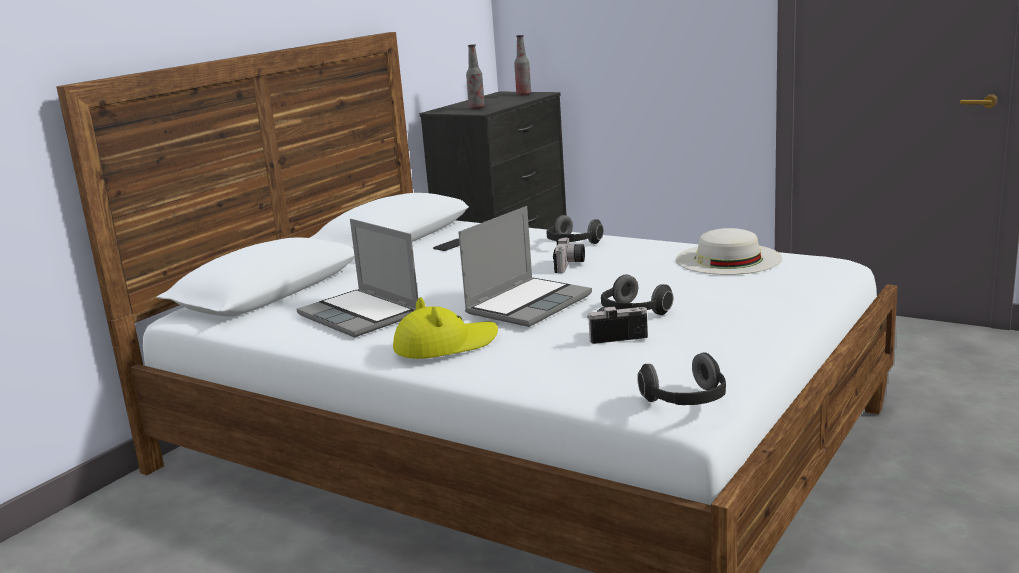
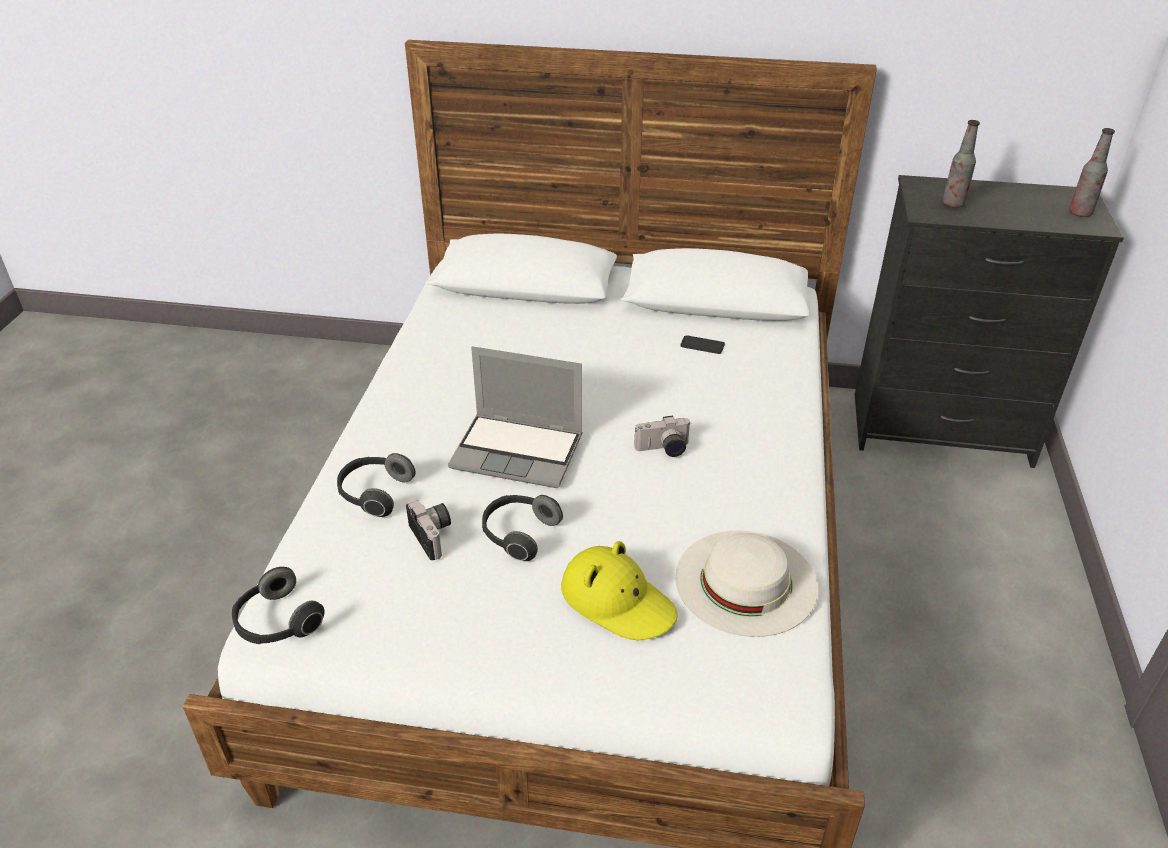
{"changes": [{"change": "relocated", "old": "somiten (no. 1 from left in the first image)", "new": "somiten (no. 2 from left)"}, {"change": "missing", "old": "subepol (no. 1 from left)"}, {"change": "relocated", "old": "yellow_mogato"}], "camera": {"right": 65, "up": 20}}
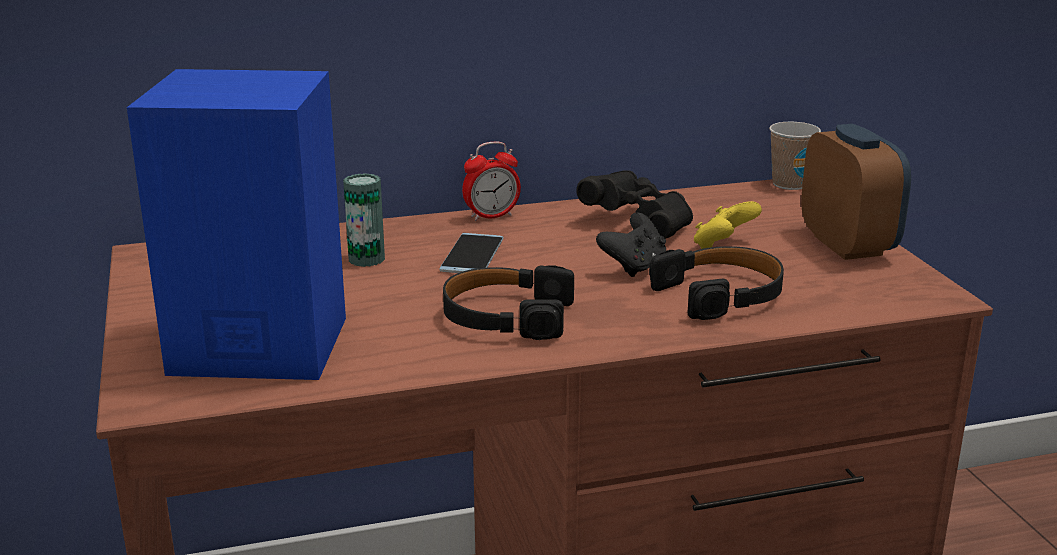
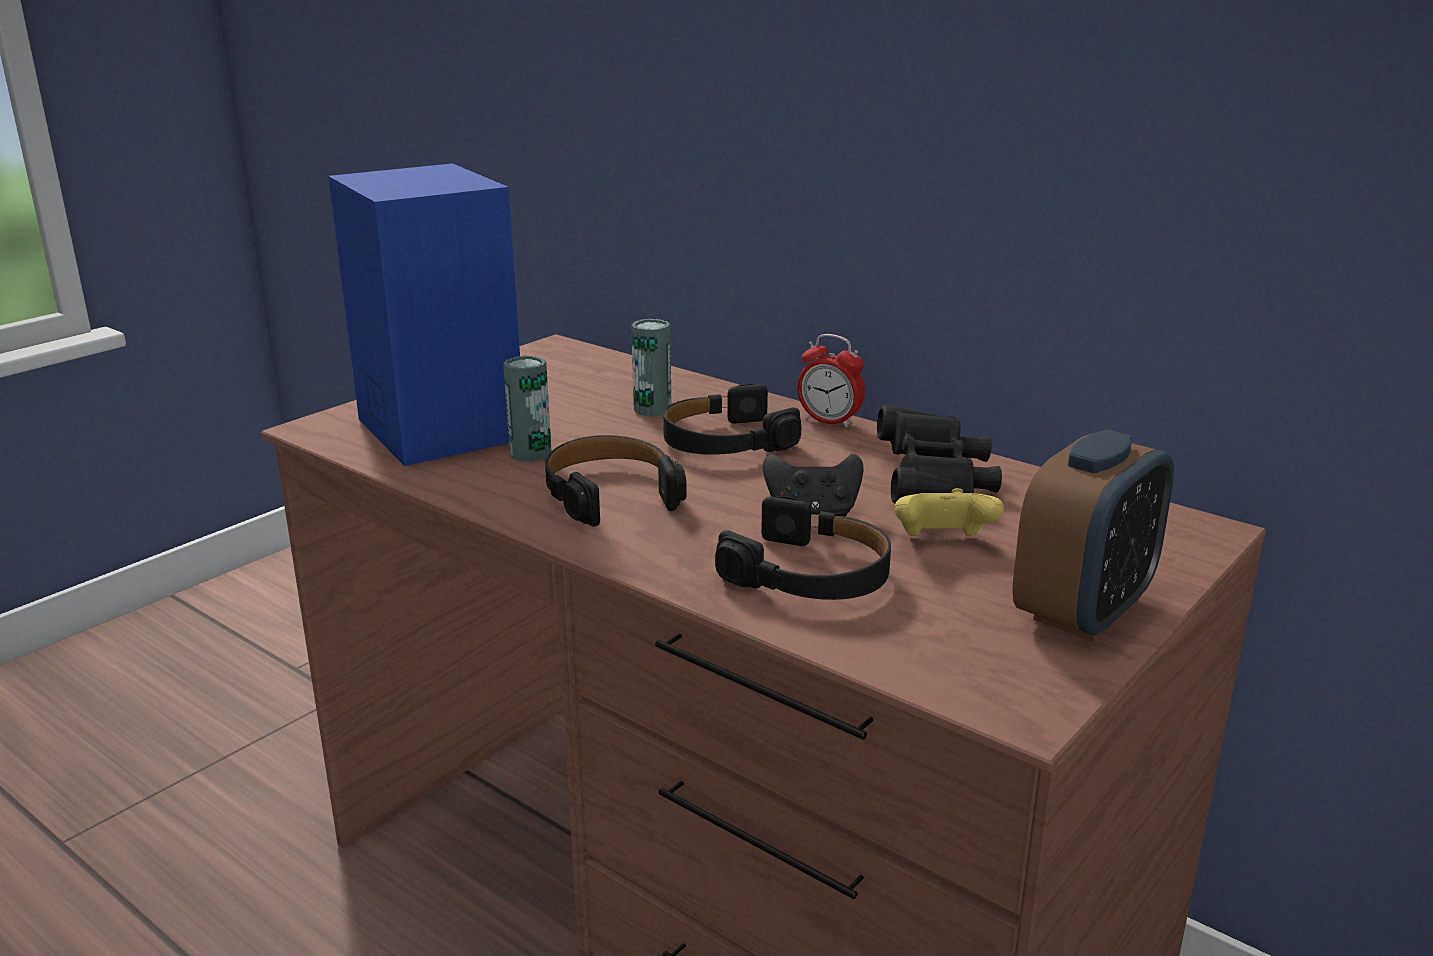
{"changes": [{"change": "missing", "old": "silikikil"}, {"change": "exchanged", "old": "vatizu", "new": "black_somiten (no. 2 from left)"}, {"change": "appeared", "new": "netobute (no. 1 from left)"}], "camera": {"right": 55, "up": 0}}
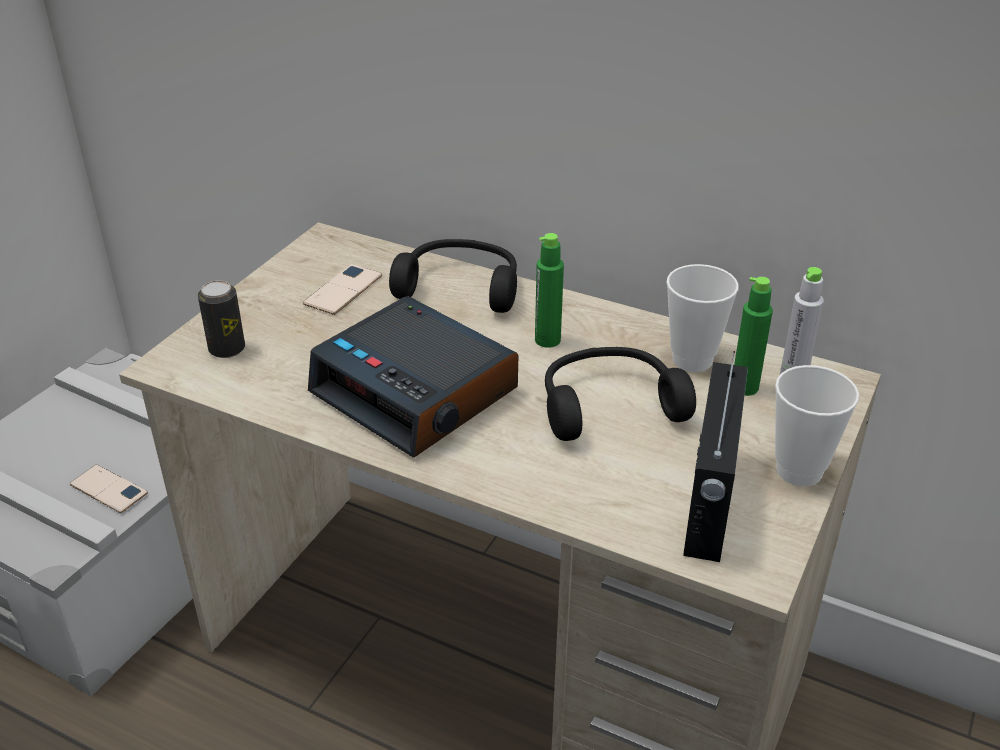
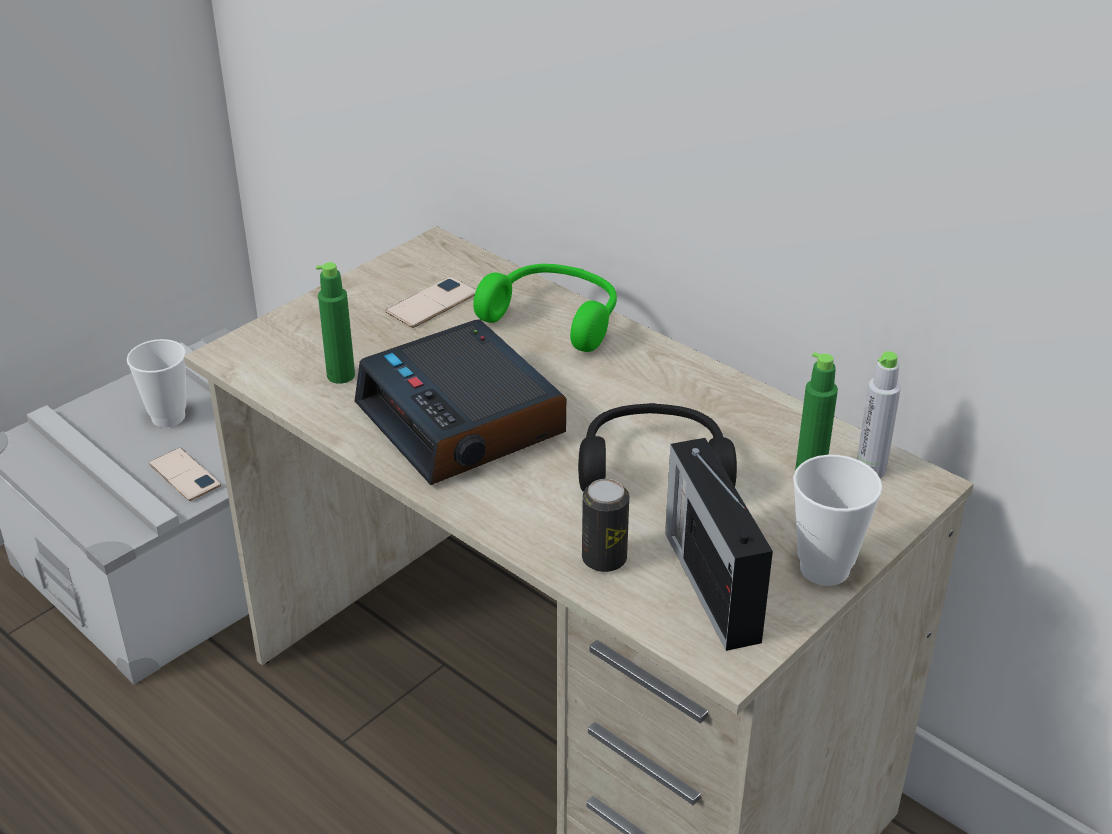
{"changes": [{"change": "relocated", "old": "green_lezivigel (no. 1 from left)"}, {"change": "colour", "old": "black_somiten (no. 1 from left)", "new": "green_somiten"}, {"change": "relocated", "old": "silikikil (no. 1 from left)"}, {"change": "relocated", "old": "netobute"}, {"change": "spun", "old": "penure", "degrees": 135}], "camera": {"right": 15, "up": 0}}
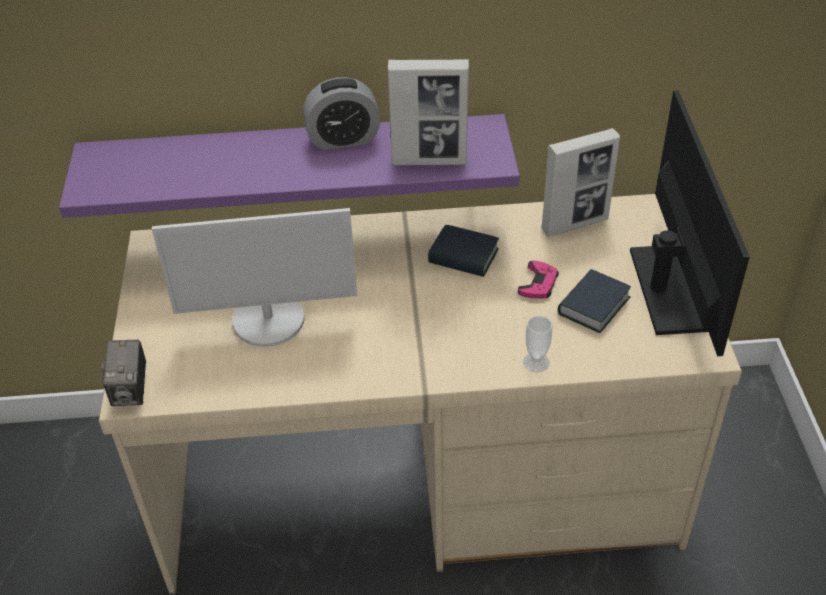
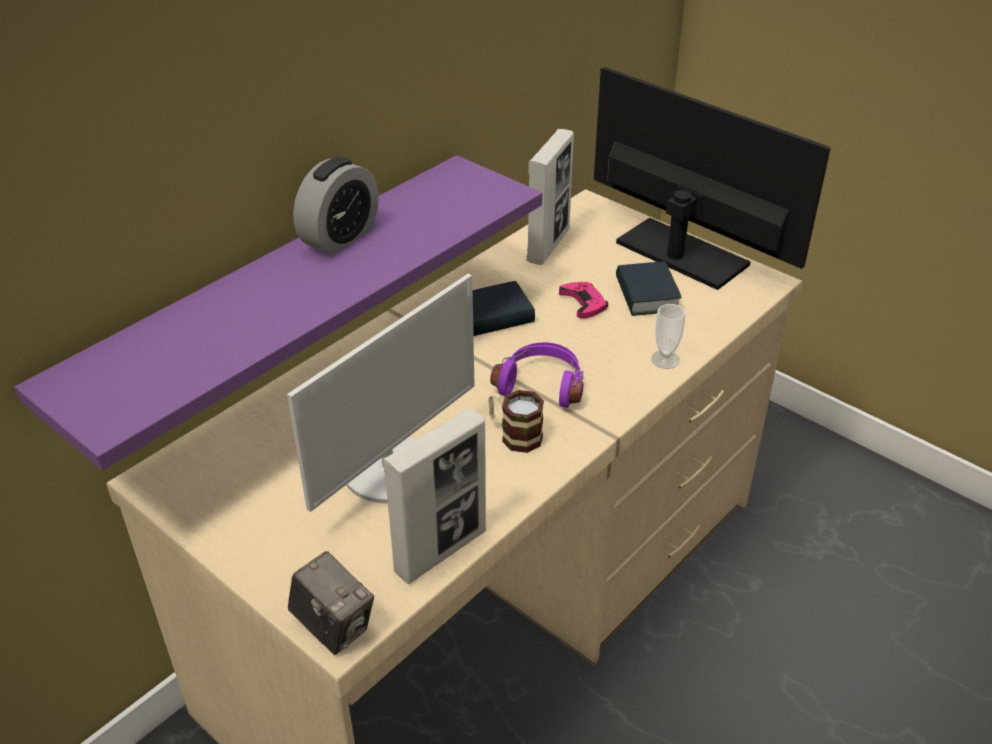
{"changes": [{"change": "relocated", "old": "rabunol (no. 1 from left)"}, {"change": "appeared", "new": "purple_somiten"}, {"change": "appeared", "new": "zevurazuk"}], "camera": {"right": -45, "up": -5}}
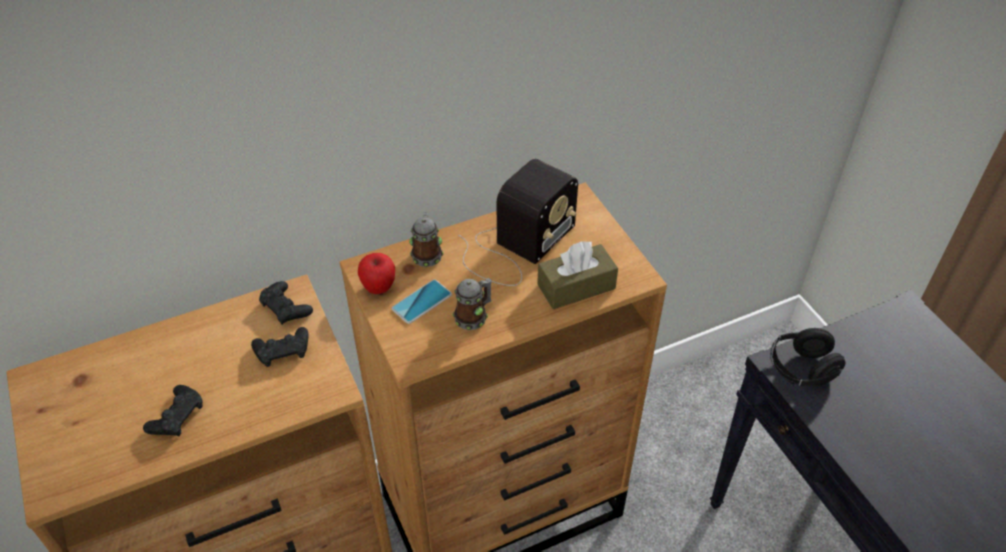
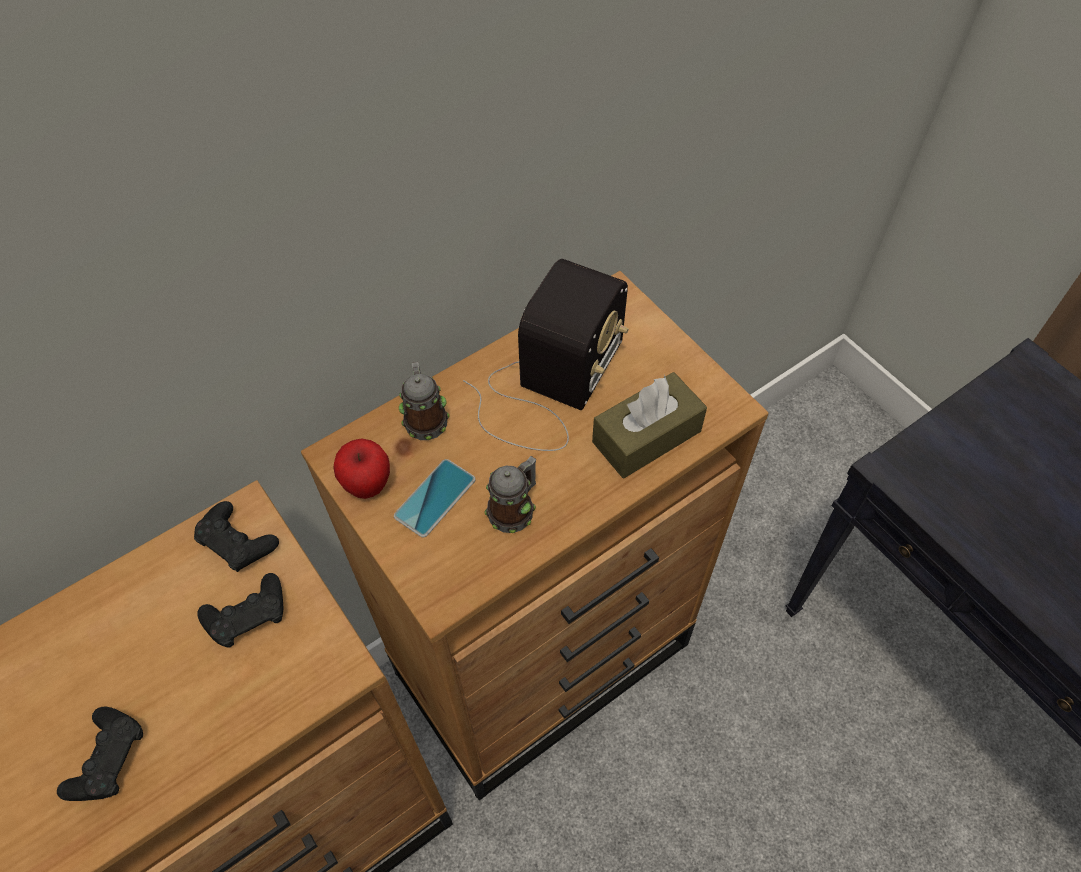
{"changes": [{"change": "missing", "old": "black_somiten"}], "camera": {"right": -10, "up": 10}}
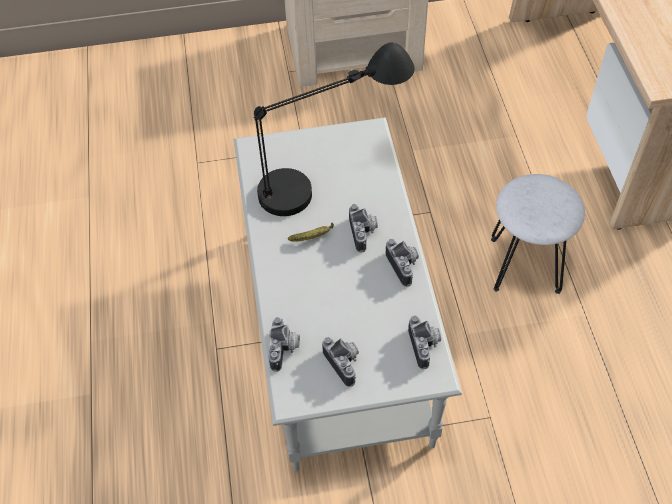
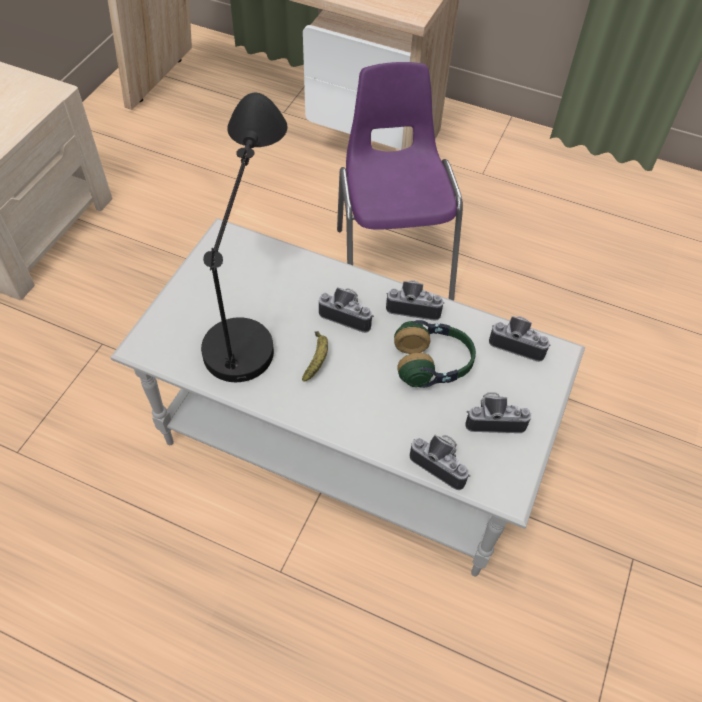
{"changes": [{"change": "exchanged", "old": "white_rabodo", "new": "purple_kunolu"}, {"change": "appeared", "new": "somiten"}], "camera": {"right": -60, "up": 0}}
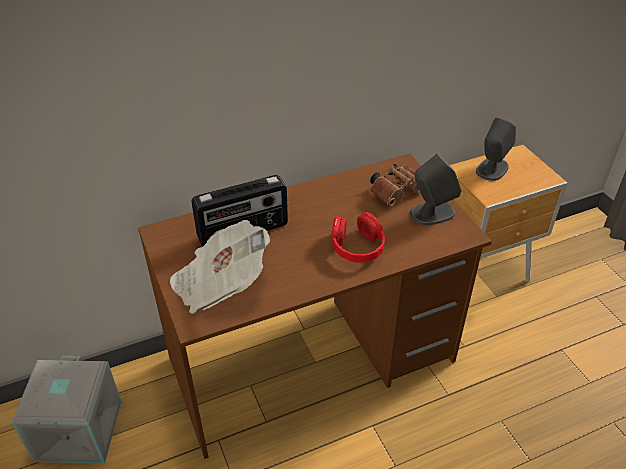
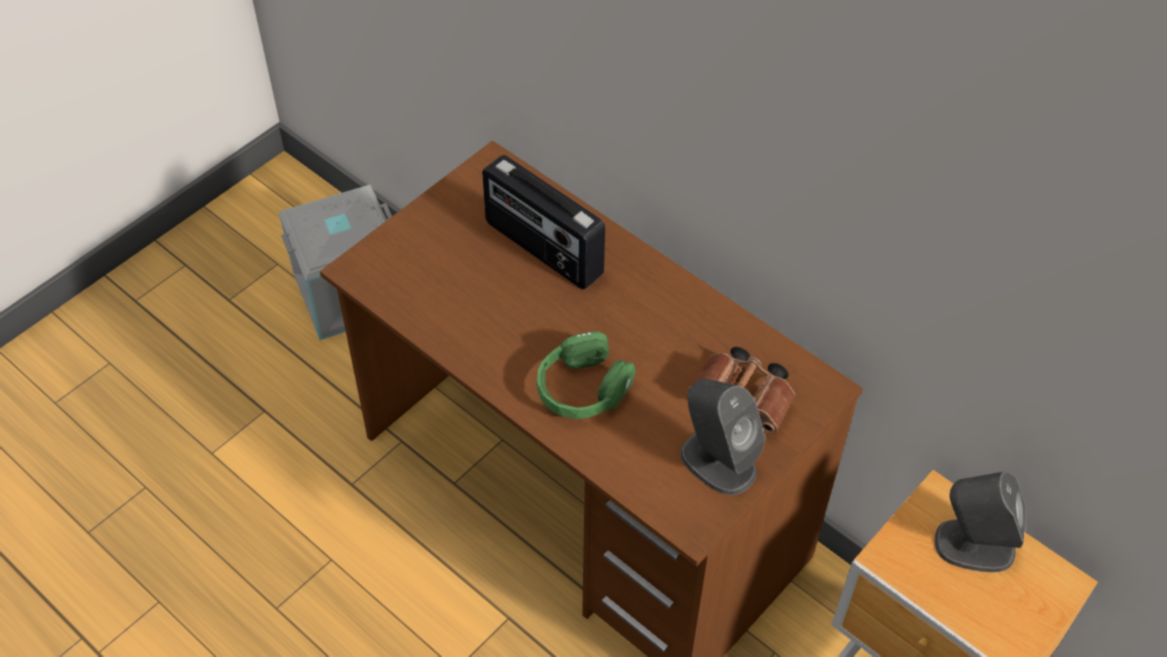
{"changes": [{"change": "colour", "old": "red_somiten", "new": "green_somiten"}, {"change": "missing", "old": "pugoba"}], "camera": {"right": 65, "up": 10}}
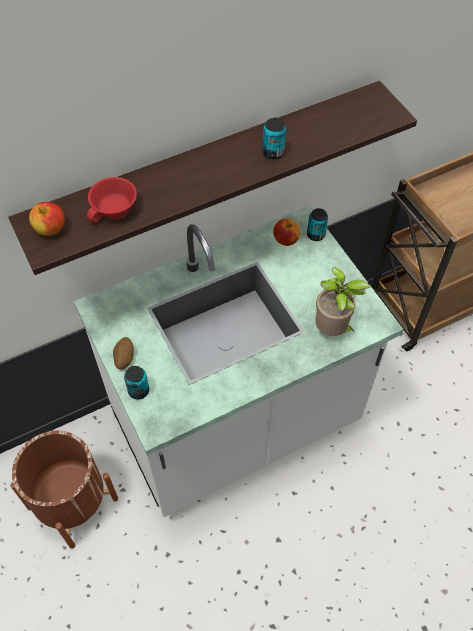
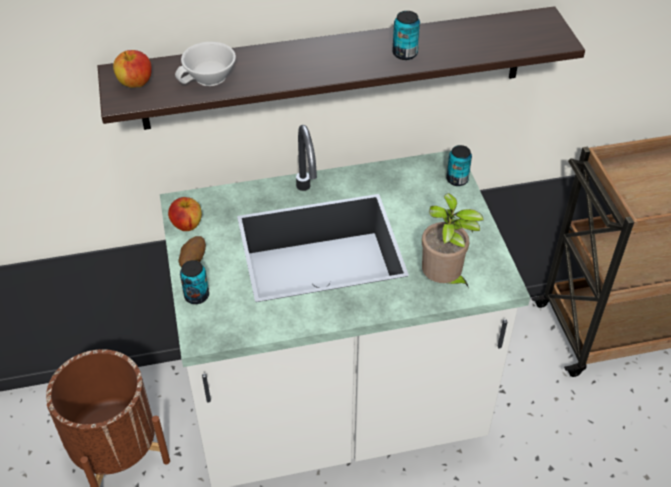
{"changes": [{"change": "colour", "old": "red_silikikil", "new": "white_silikikil"}, {"change": "relocated", "old": "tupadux (no. 2 from left)"}], "camera": {"right": 15, "up": -10}}
